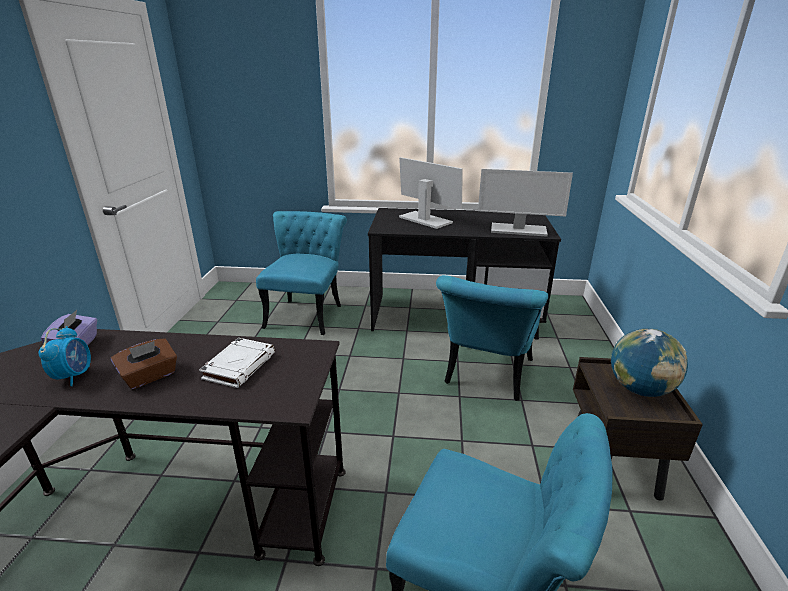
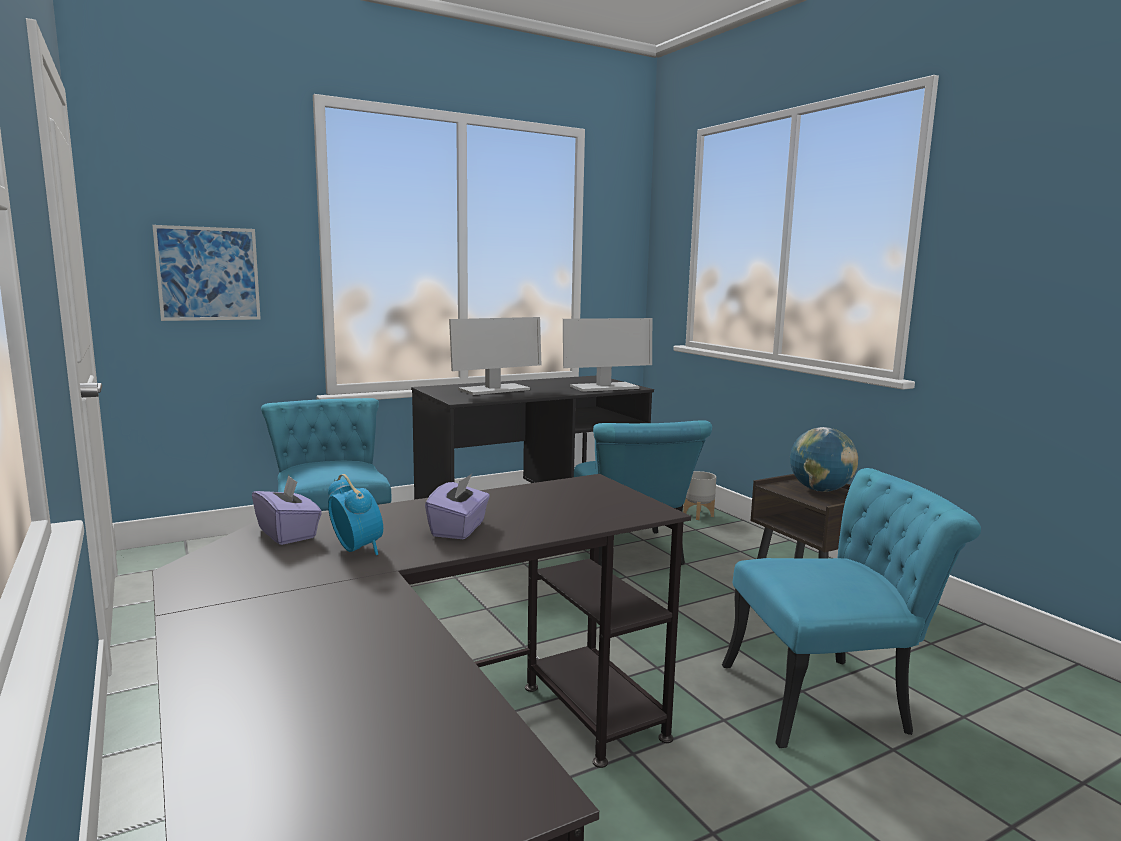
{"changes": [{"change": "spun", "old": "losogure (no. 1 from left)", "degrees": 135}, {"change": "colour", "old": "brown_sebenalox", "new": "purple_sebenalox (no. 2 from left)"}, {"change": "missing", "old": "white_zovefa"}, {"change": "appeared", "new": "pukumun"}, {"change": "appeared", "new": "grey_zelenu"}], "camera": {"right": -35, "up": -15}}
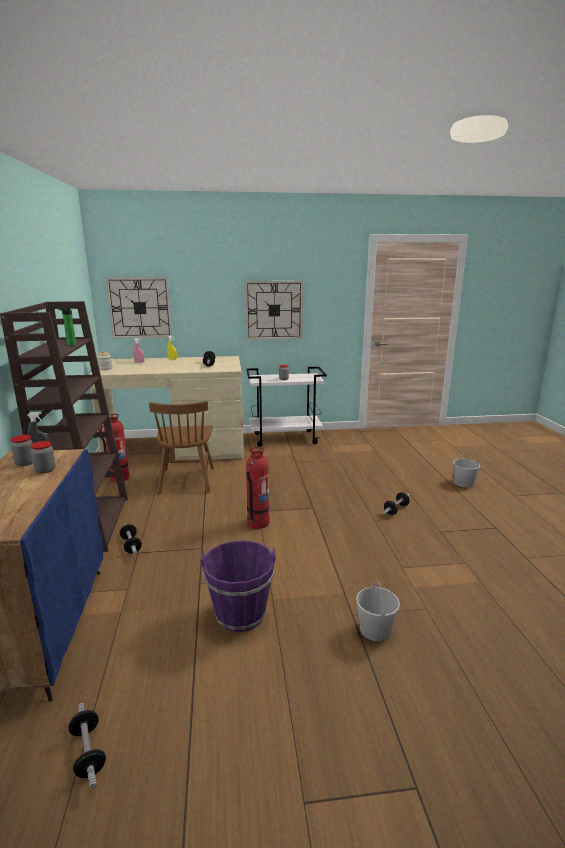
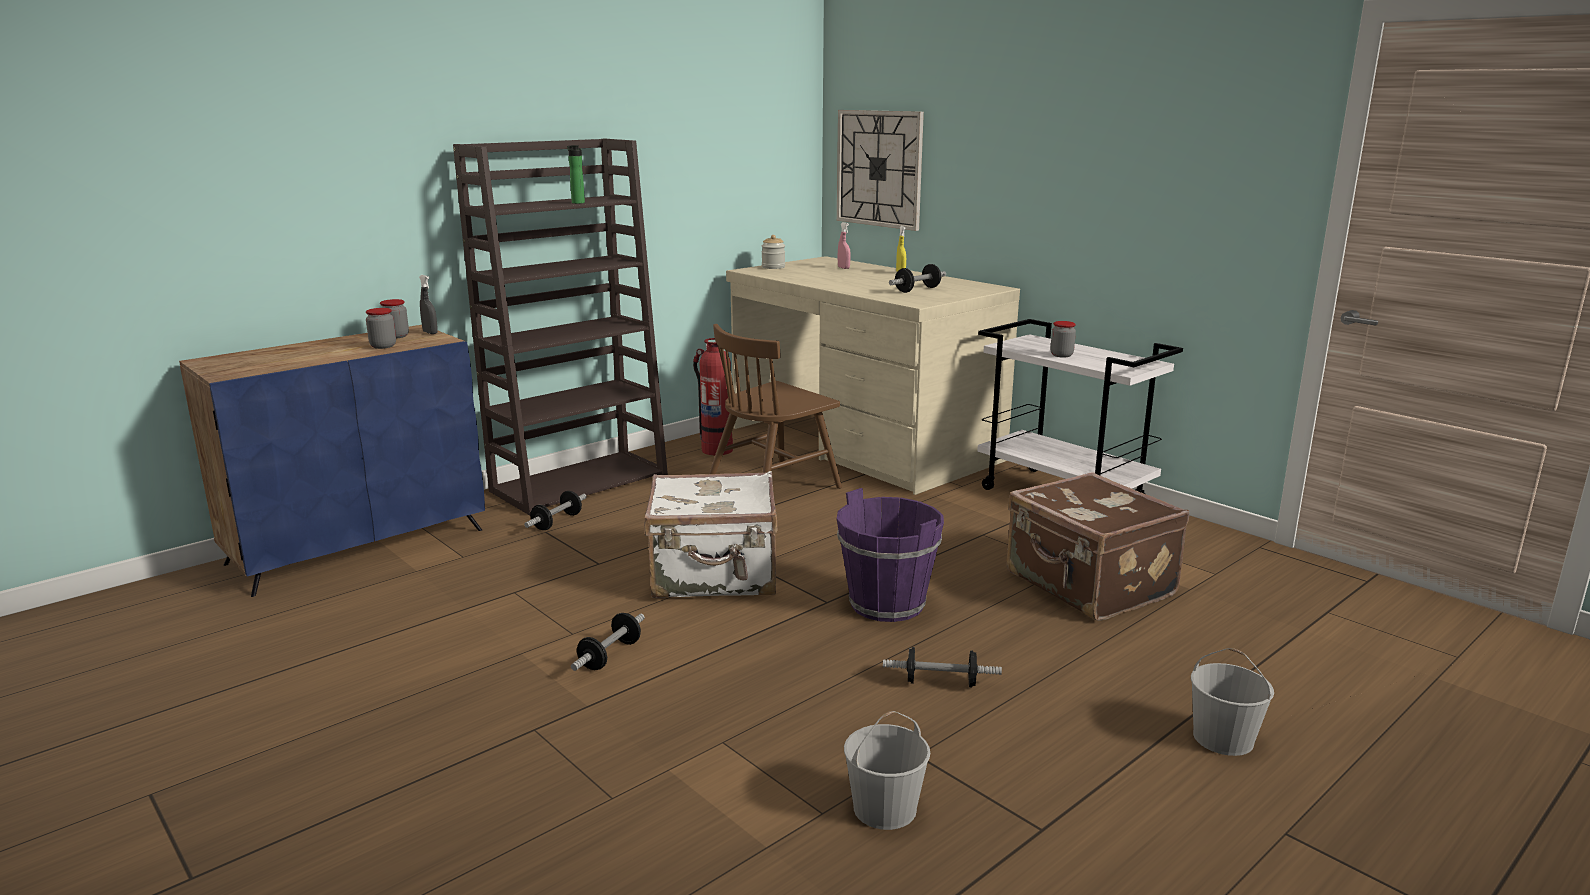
{"changes": [{"change": "missing", "old": "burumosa (no. 2 from left)"}, {"change": "exchanged", "old": "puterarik (no. 2 from left)", "new": "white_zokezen"}, {"change": "relocated", "old": "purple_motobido"}, {"change": "relocated", "old": "white_motobido (no. 1 from left)"}, {"change": "relocated", "old": "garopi (no. 1 from left in the first image)", "new": "garopi (no. 2 from left)"}, {"change": "appeared", "new": "brown_zokezen"}], "camera": {"right": 55, "up": 0}}
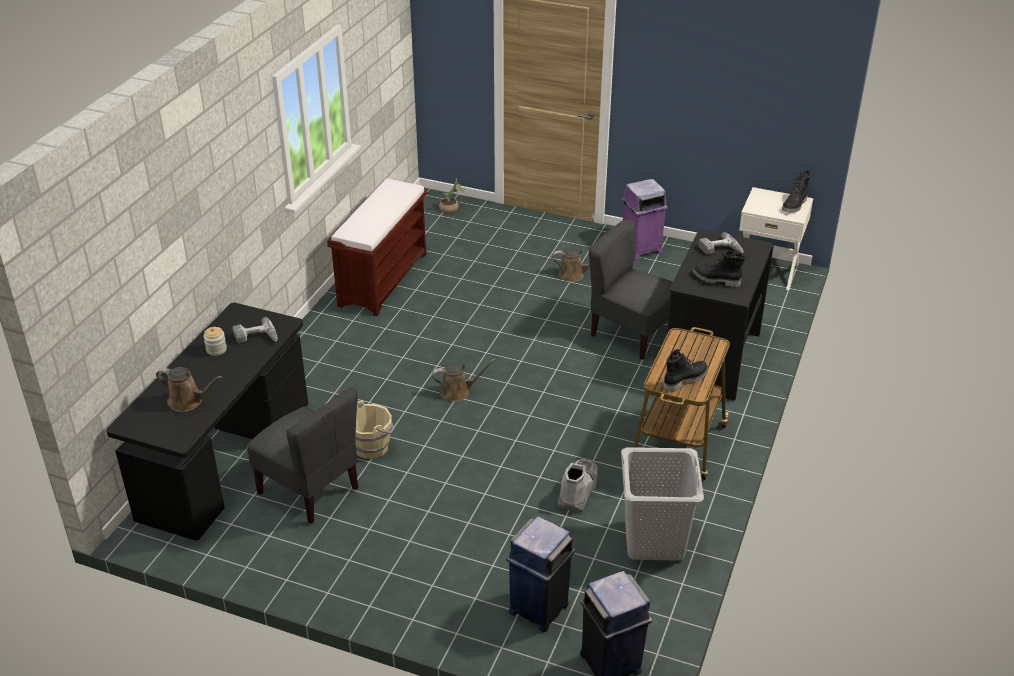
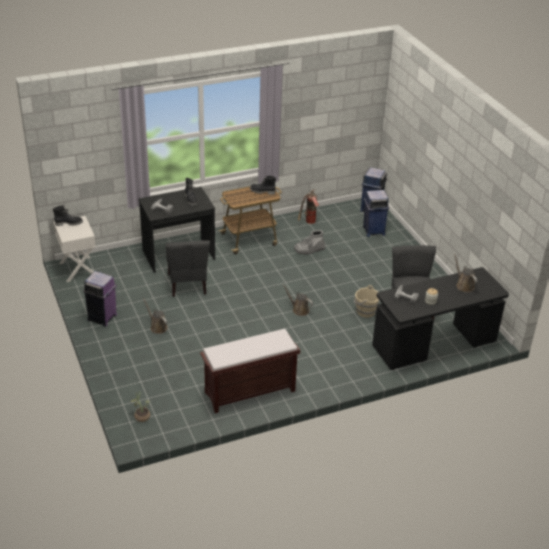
{"changes": [{"change": "exchanged", "old": "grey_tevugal", "new": "puterarik"}], "camera": {"right": -135, "up": 0}}
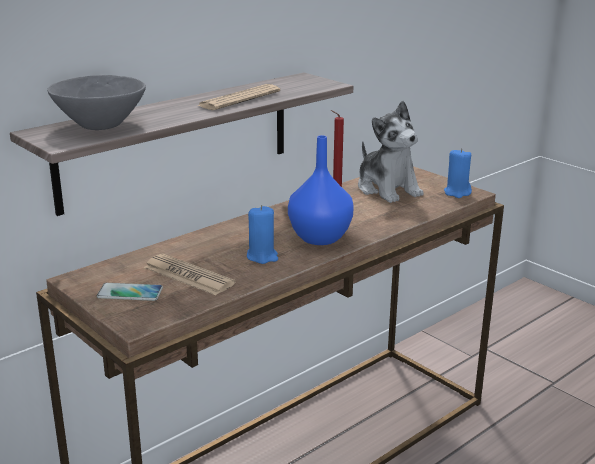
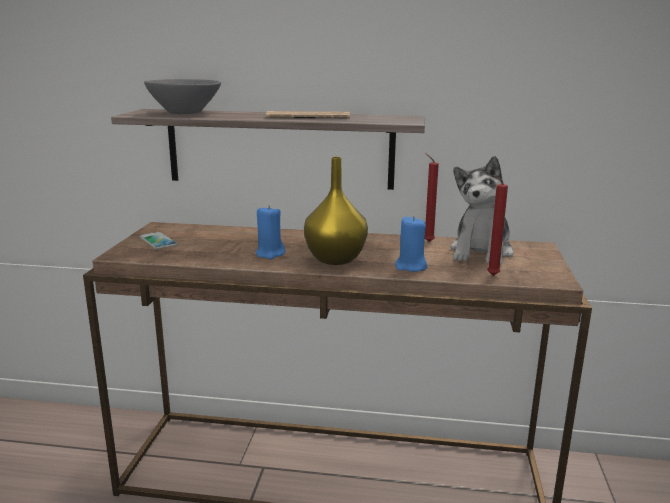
{"changes": [{"change": "colour", "old": "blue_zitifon", "new": "yellow_zitifon"}, {"change": "relocated", "old": "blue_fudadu (no. 2 from left)"}, {"change": "missing", "old": "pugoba (no. 1 from left)"}, {"change": "appeared", "new": "red_fudadu (no. 2 from left)"}], "camera": {"right": 50, "up": -5}}
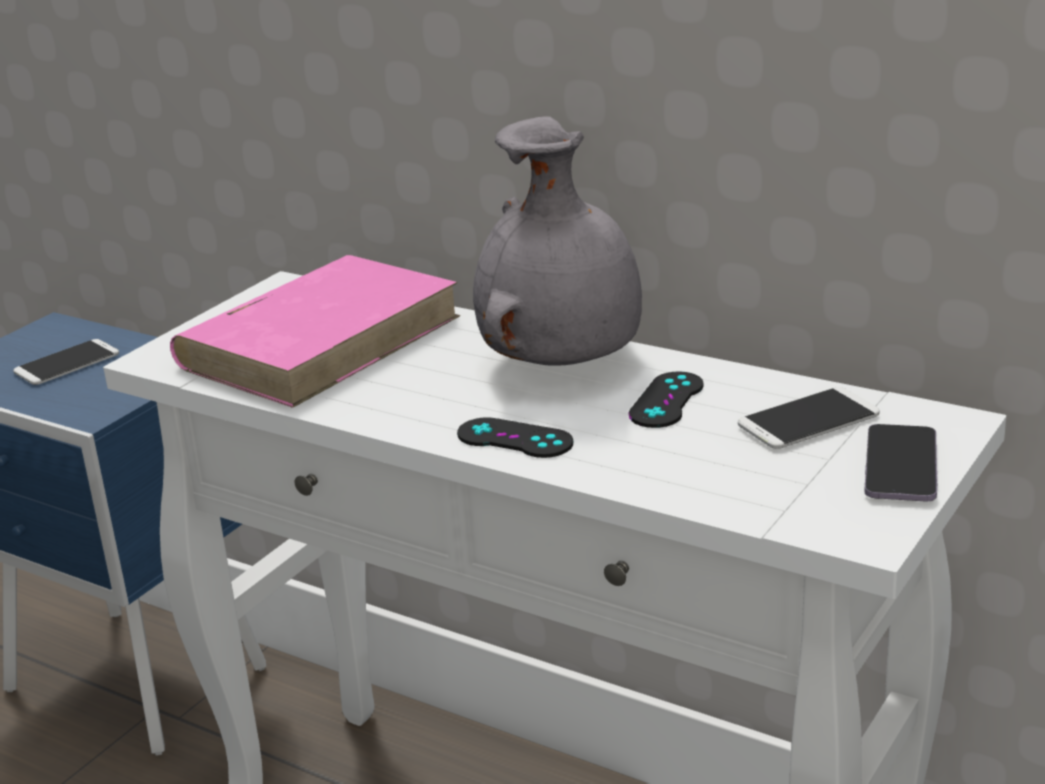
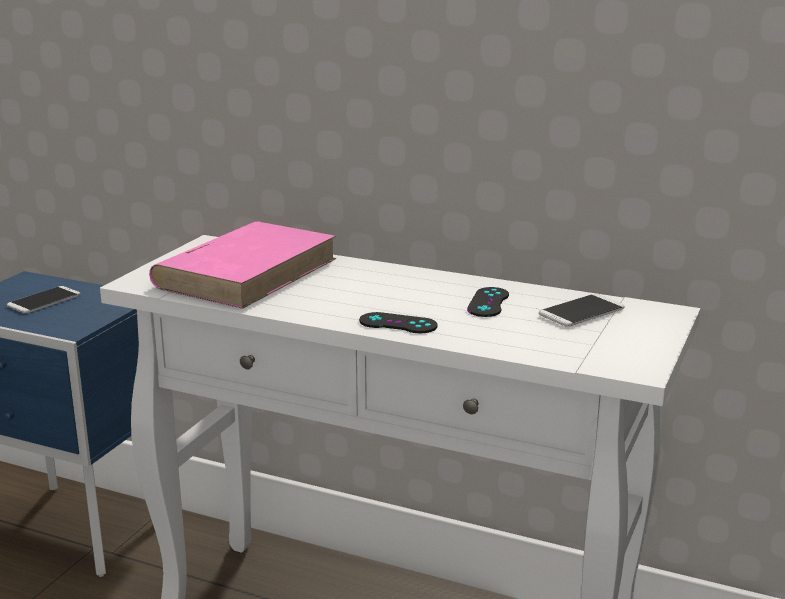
{"changes": [{"change": "missing", "old": "grey_zitifon"}, {"change": "missing", "old": "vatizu (no. 3 from left)"}], "camera": {"right": -10, "up": -5}}
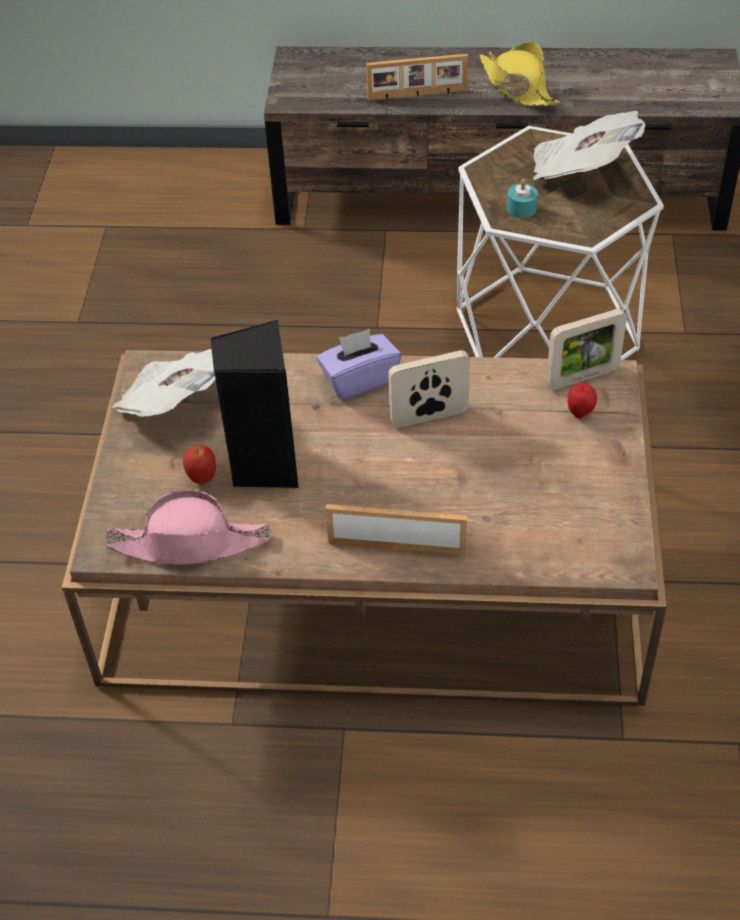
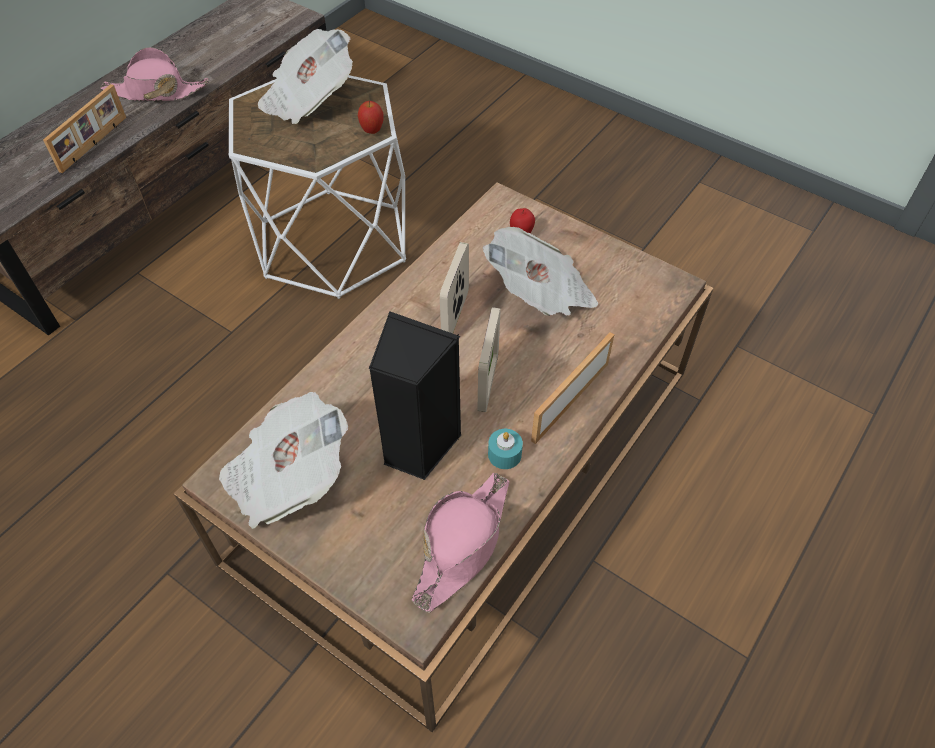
{"changes": [{"change": "colour", "old": "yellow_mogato", "new": "pink_mogato (no. 1 from left)"}, {"change": "relocated", "old": "turquoise_fudadu"}, {"change": "relocated", "old": "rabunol (no. 4 from left in the first image)", "new": "rabunol (no. 3 from left)"}, {"change": "missing", "old": "purple_sebenalox"}, {"change": "relocated", "old": "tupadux (no. 1 from left)"}, {"change": "appeared", "new": "pugoba (no. 3 from left)"}], "camera": {"right": -60, "up": 5}}
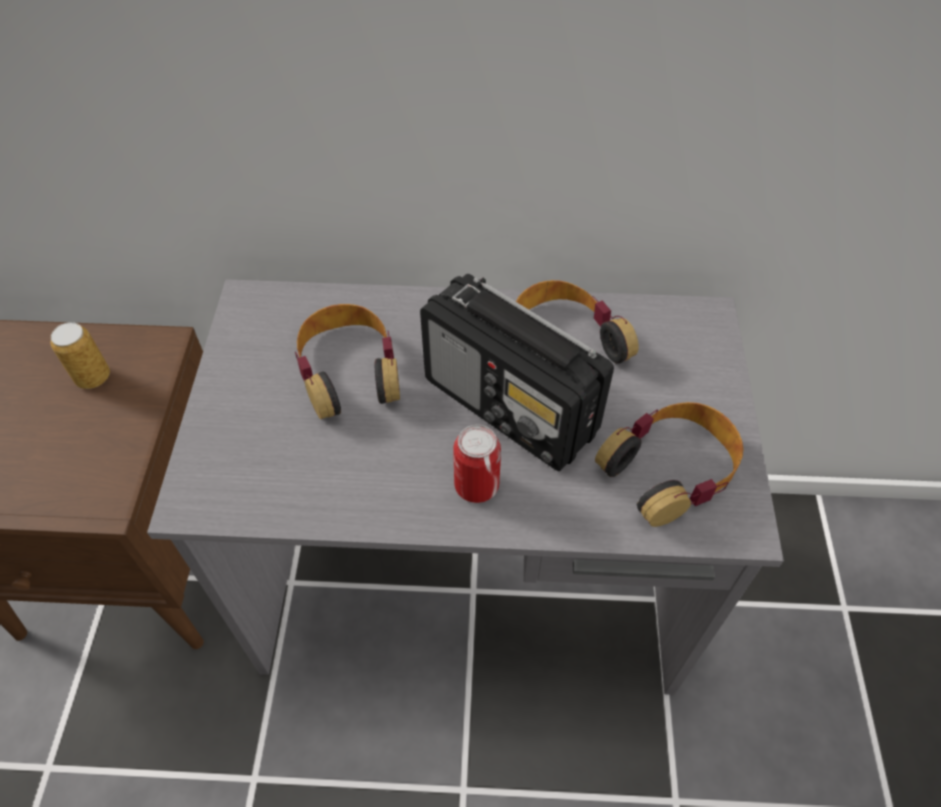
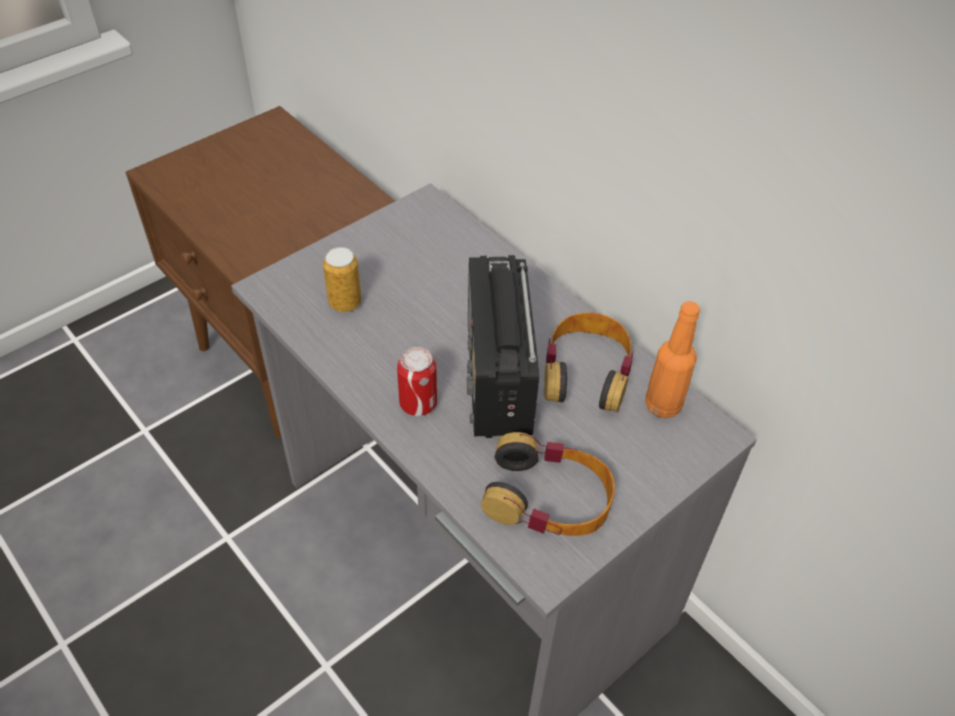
{"changes": [{"change": "missing", "old": "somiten (no. 1 from left)"}, {"change": "relocated", "old": "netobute (no. 1 from left)"}, {"change": "appeared", "new": "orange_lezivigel"}], "camera": {"right": 45, "up": -5}}
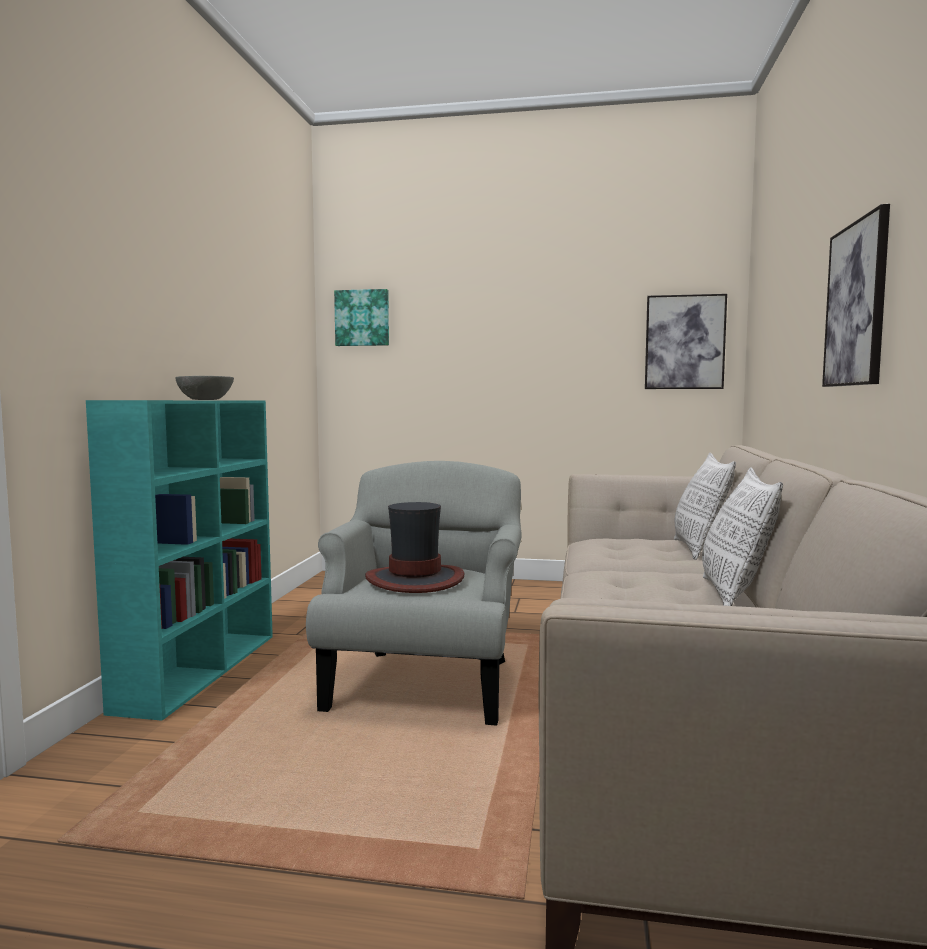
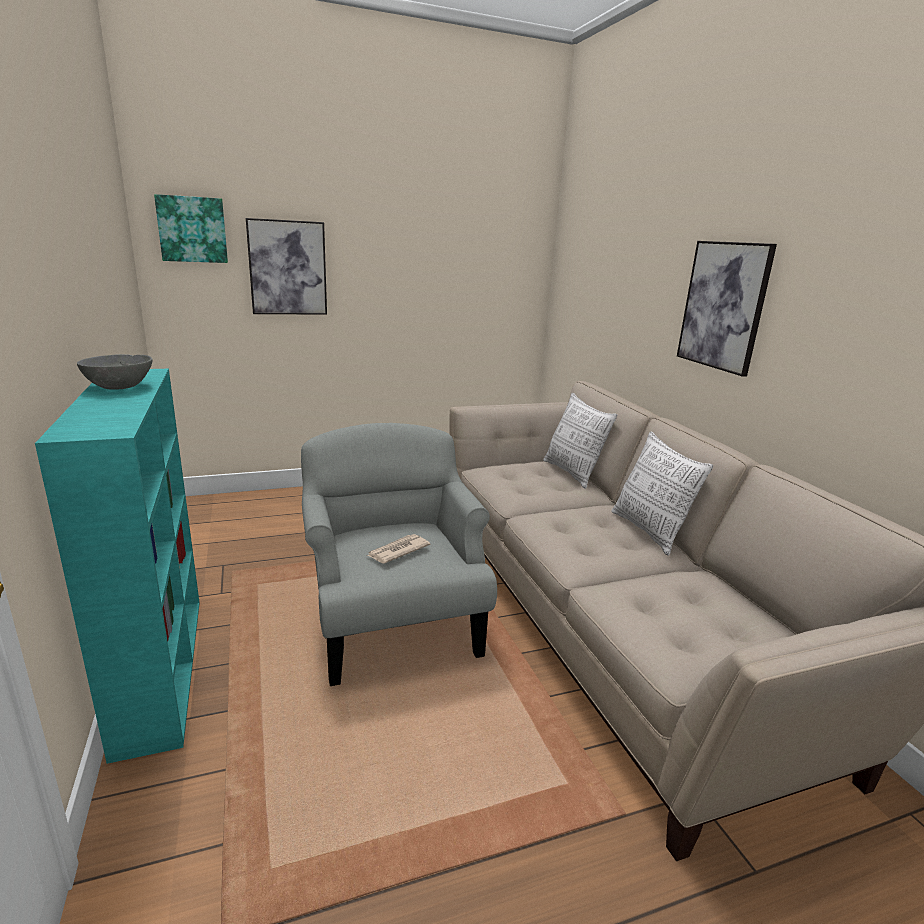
{"changes": [{"change": "relocated", "old": "pukumun (no. 2 from left)"}, {"change": "exchanged", "old": "mogato", "new": "pugoba"}], "camera": {"right": -30, "up": 15}}
